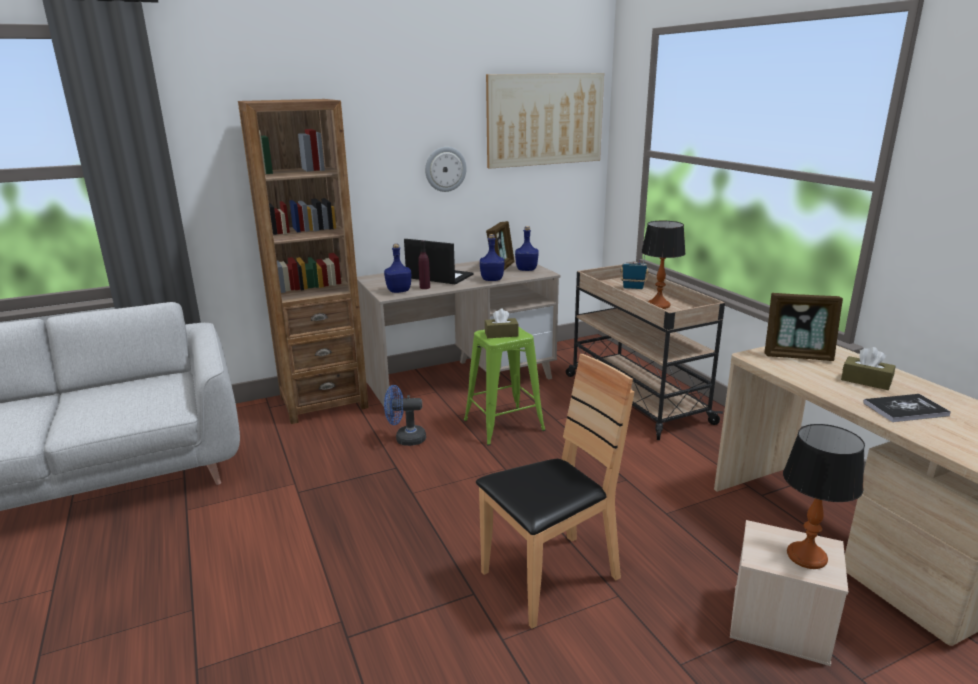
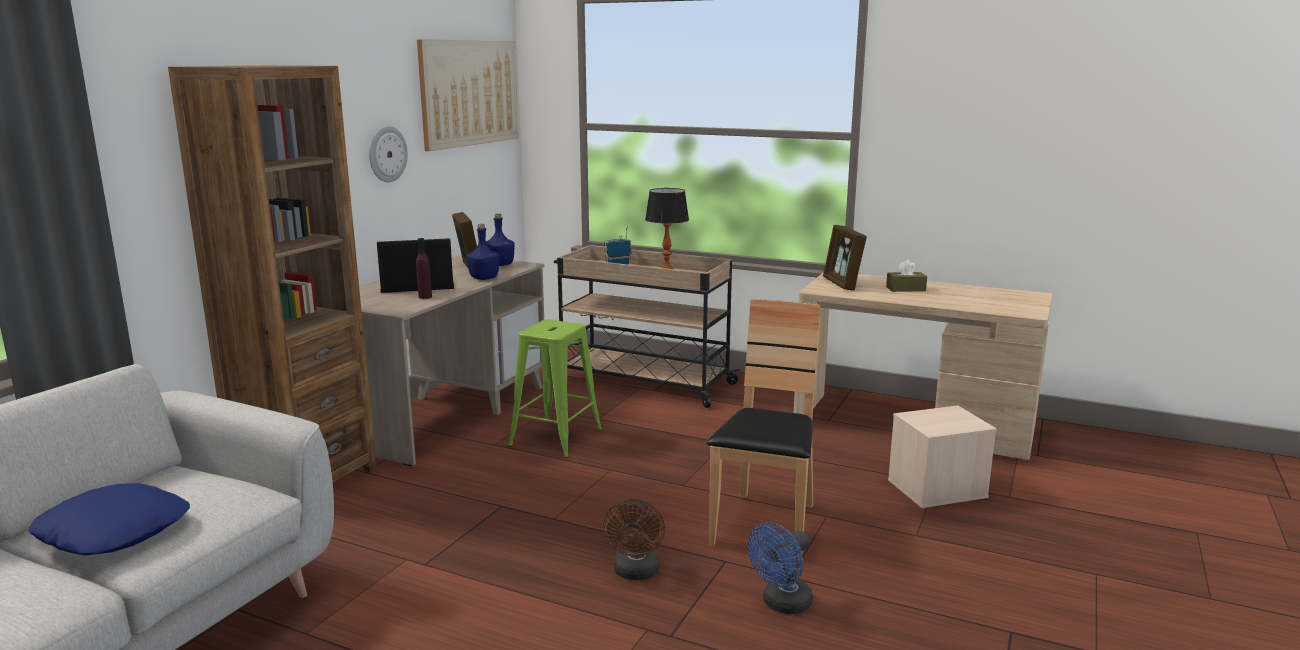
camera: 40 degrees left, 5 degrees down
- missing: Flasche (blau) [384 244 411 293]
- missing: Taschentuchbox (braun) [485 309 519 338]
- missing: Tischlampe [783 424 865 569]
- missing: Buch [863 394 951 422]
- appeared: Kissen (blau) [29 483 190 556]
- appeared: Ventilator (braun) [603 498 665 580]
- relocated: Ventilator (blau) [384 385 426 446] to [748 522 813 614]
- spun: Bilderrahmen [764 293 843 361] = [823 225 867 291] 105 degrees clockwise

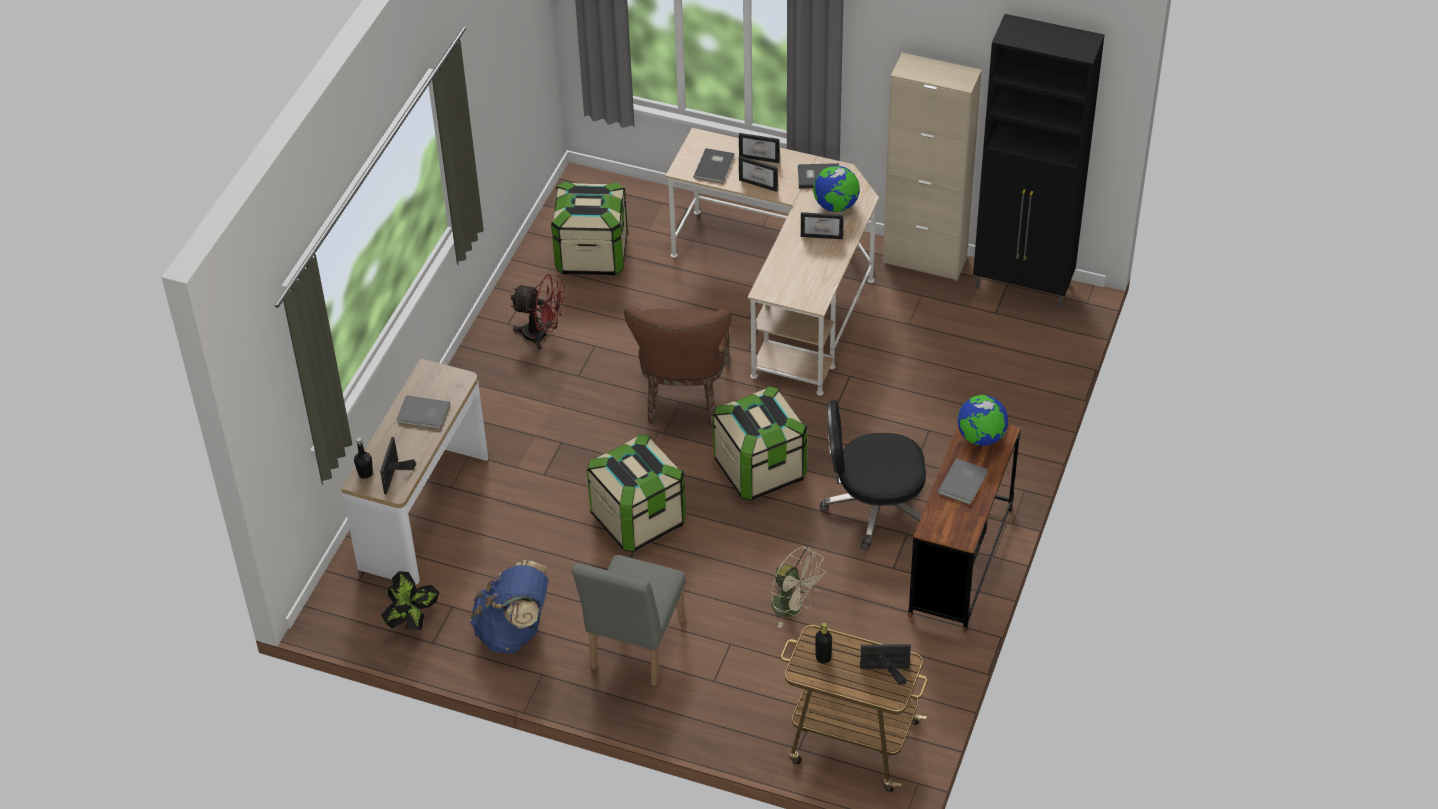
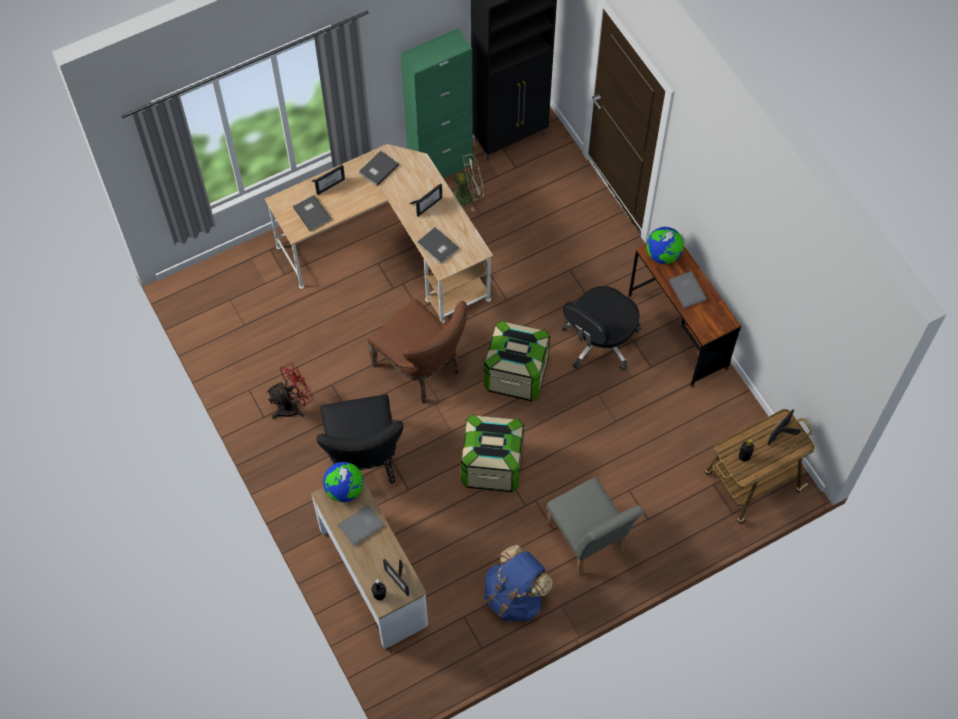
camera: 50 degrees left, 15 degrees up
- missing: Topfpflanze [381 571 439 630]
- missing: Aufbewahrungsbox [551 181 628 276]
- missing: Bilderrahmen [739 156 778 192]
- appeared: Stuhl (schwarz) [316 394 403 484]
- appeared: Buch (grau) [417 227 459 264]
- relocated: Ventilator (beige) [771 546 826 628] to [451 154 484 211]
- relocated: Globus [813 166 860 212] to [323 462 363 502]
- colour: Schrank (beige) [883 53 982 281] to Schrank (grün) [401 28 473 178]

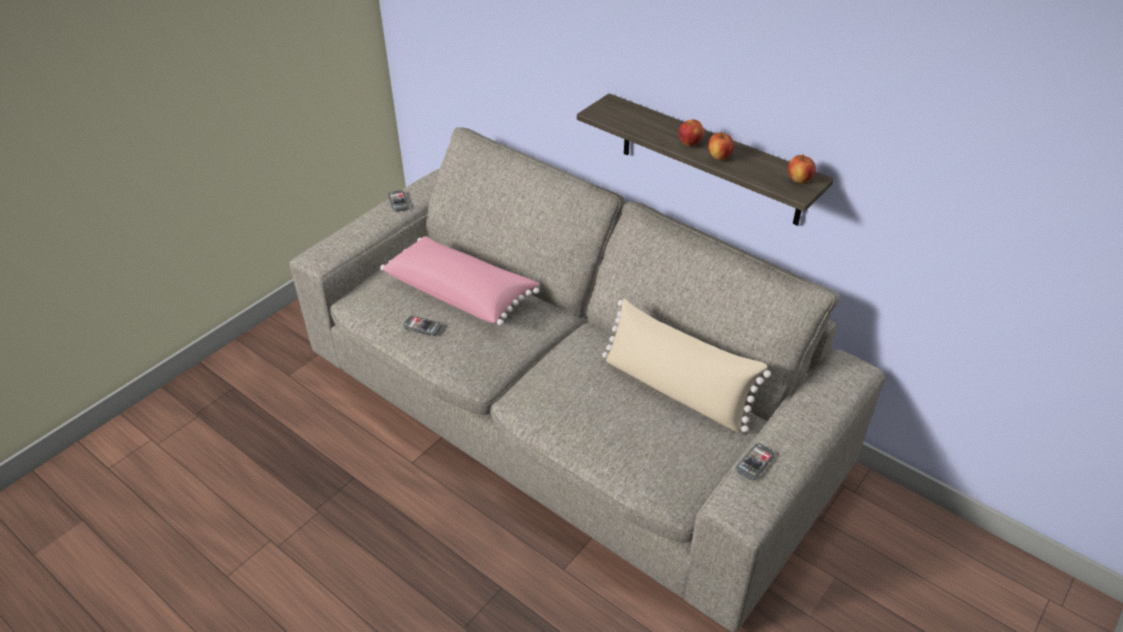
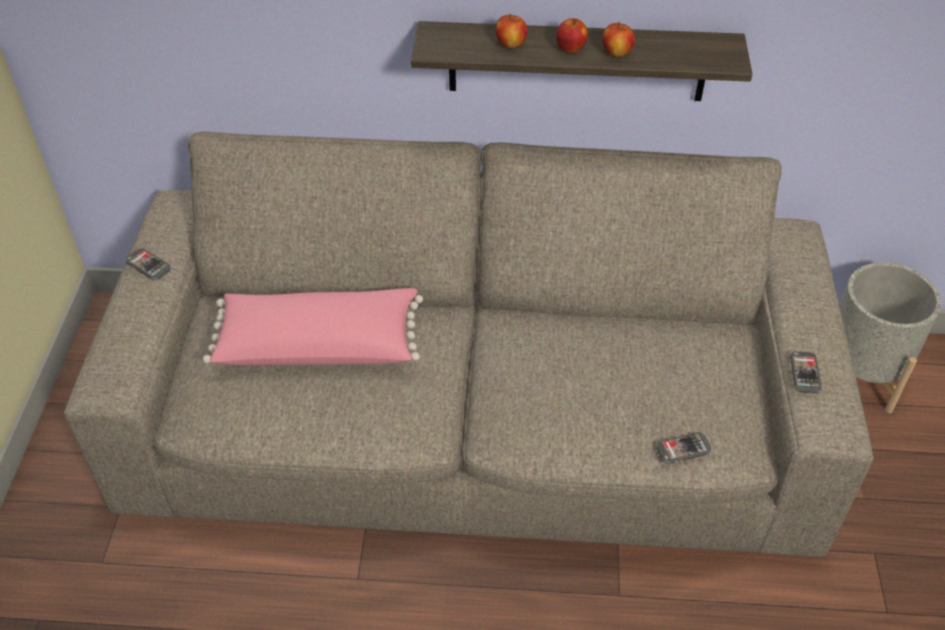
camera: 35 degrees left, 5 degrees up
- missing: Kissen (beige) [602 299 771 433]
- appeared: Pflanzkübel (grau) [839 262 941 413]
- relocated: Handy [403 316 442 336] to [656 432 711 464]
- relocated: Apfel [788 154 816 183] to [496 14 527 48]

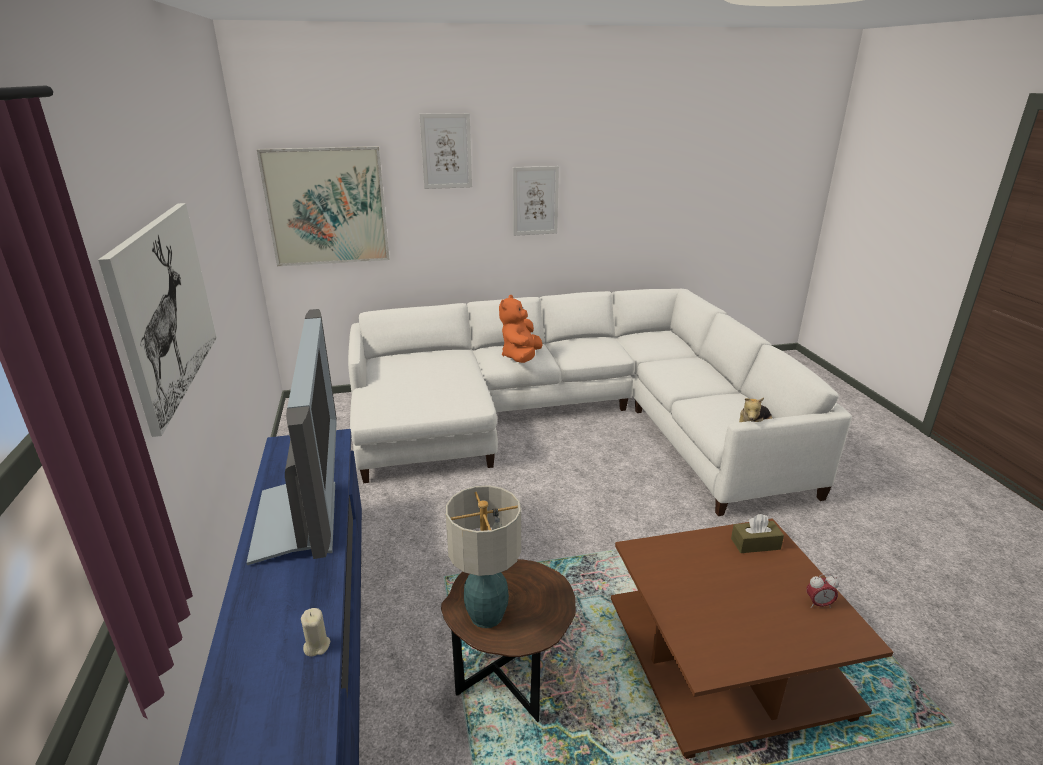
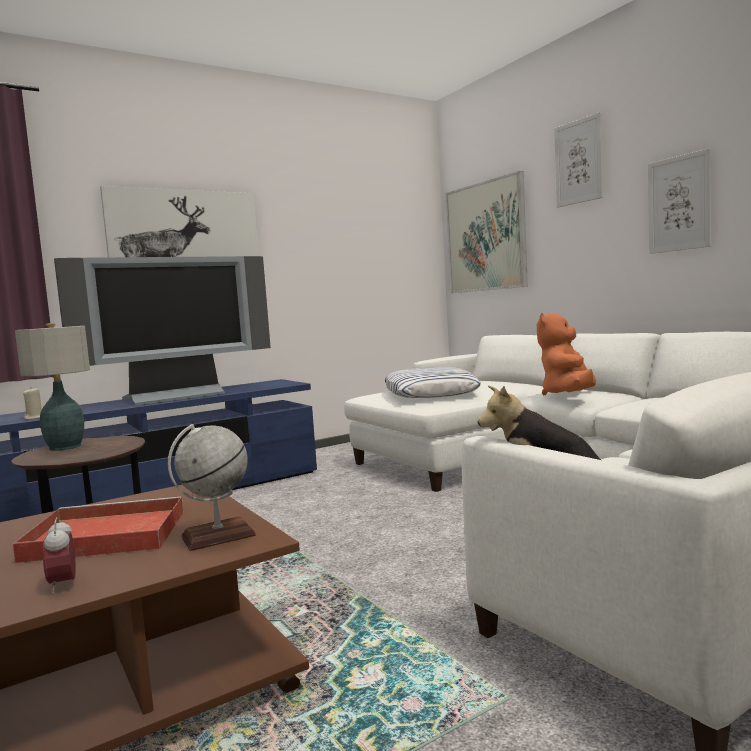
camera: 70 degrees right, 20 degrees down
- appeared: Tablett (rot) [13 497 184 563]
- appeared: Kissen [385 367 481 398]
- exchanged: Taschentuchbox (braun) [731 514 784 553] to Globus [168 424 256 551]
- spun: Plüschtier (orange) [499 295 543 363] = [537 313 596 396] 60 degrees counterclockwise

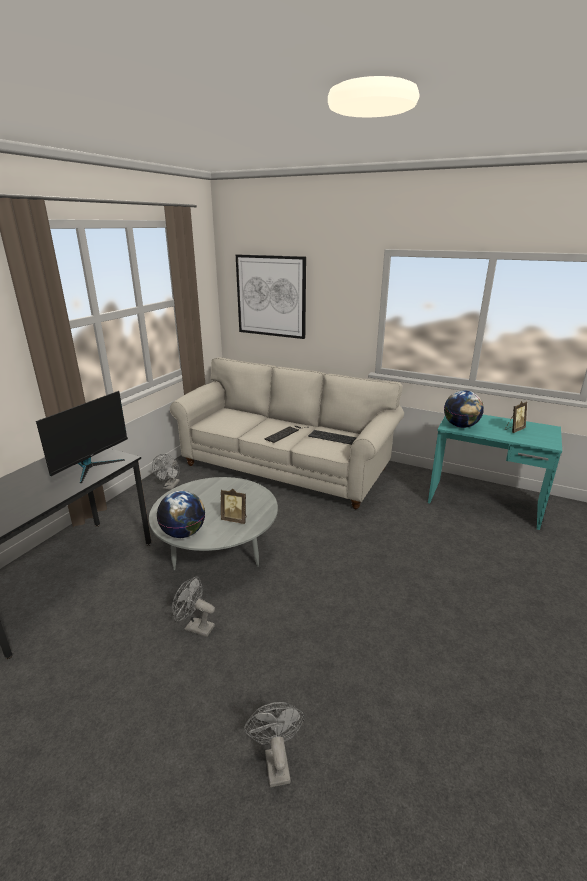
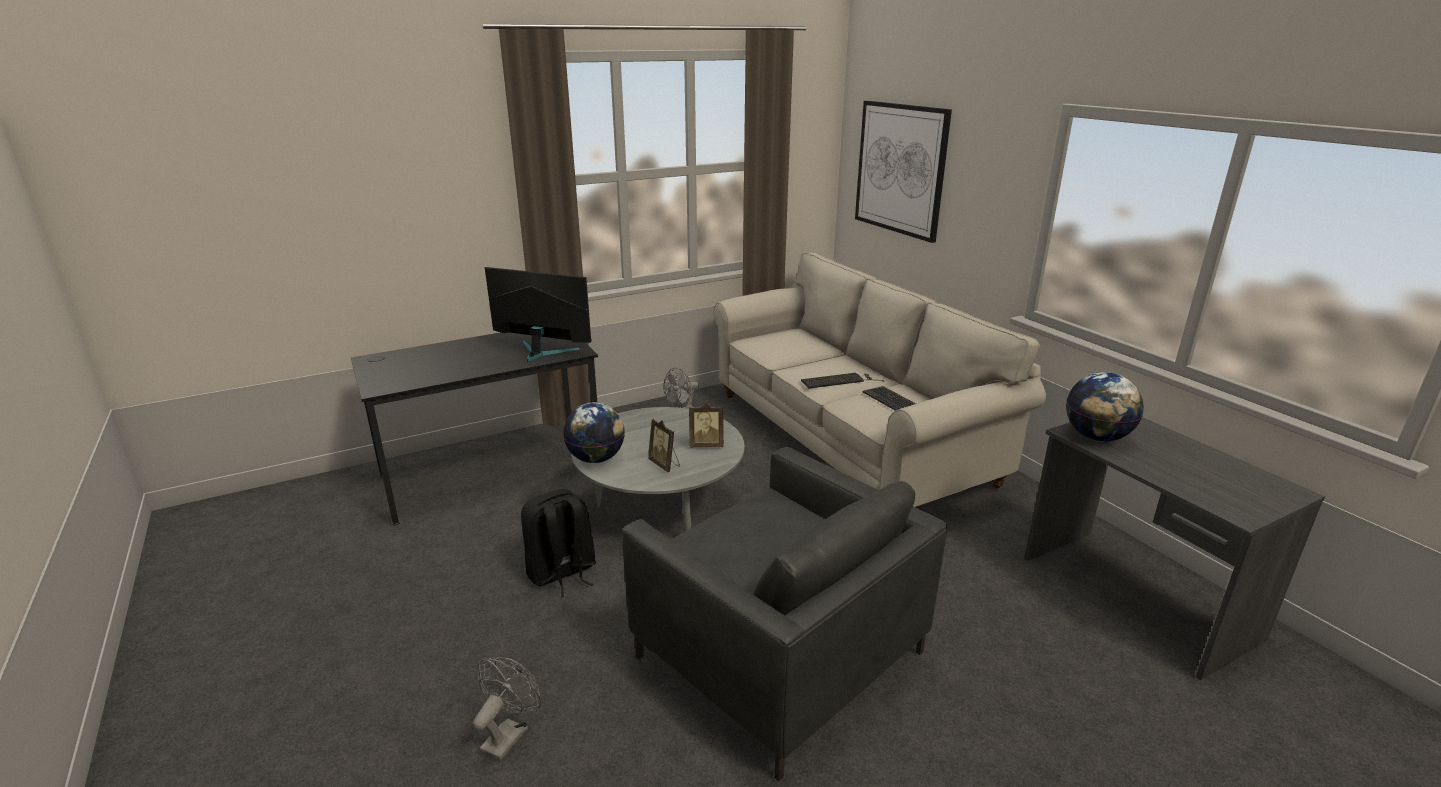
camera: 35 degrees right, 0 degrees up
- appeared: Sessel (grau) [622 447 948 782]
- relocated: Bilderrahmen [505 401 527 433] to [689 403 724 448]
- exchanged: Ventilator (grau) [172 577 215 637] to Rucksack (schwarz) [521 489 596 597]
- colour: Schreibtisch (türkis) [428 415 562 530] to Schreibtisch (grau) [1024 417 1325 680]
- spun: Monitor [36 391 128 483] = [485 267 592 362] 135 degrees counterclockwise

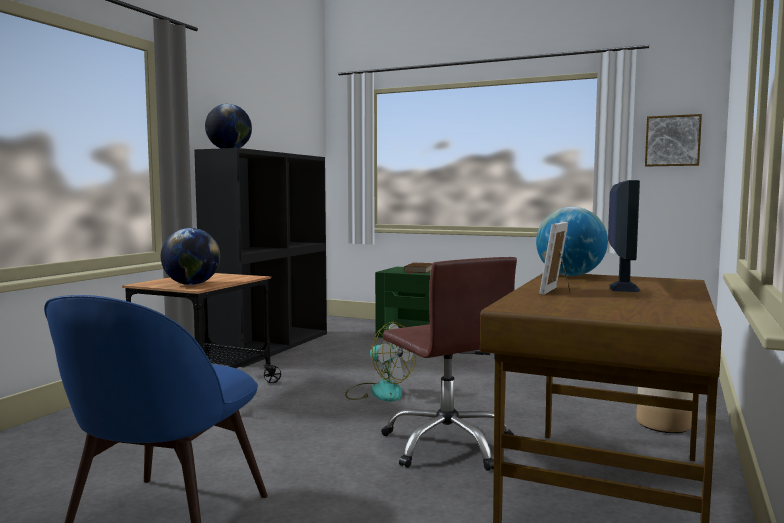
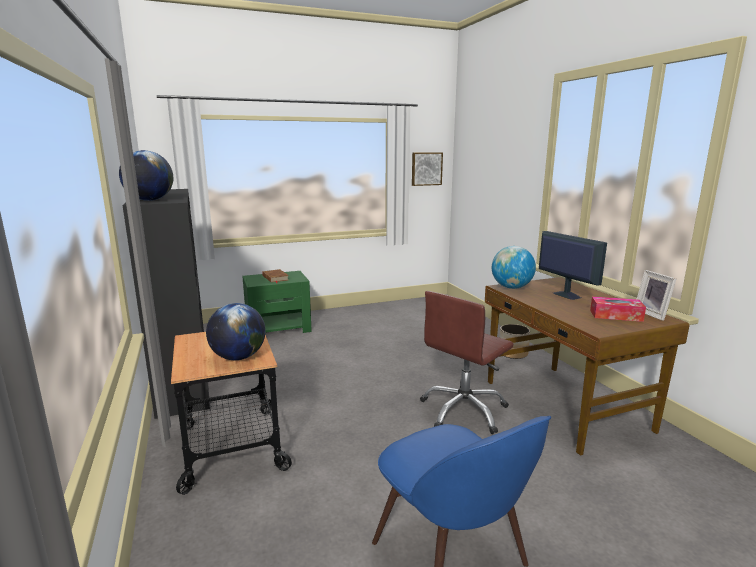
camera: 45 degrees left, 10 degrees up
- missing: Ventilator [345 322 416 402]
- appeared: Taschentuchbox [590 297 646 322]
- relocated: Bilderrahmen [539 222 571 295] to [637 270 676 321]
- spun: Bürostuhl (braun) [381 257 517 471] = [420 291 513 434] 120 degrees clockwise

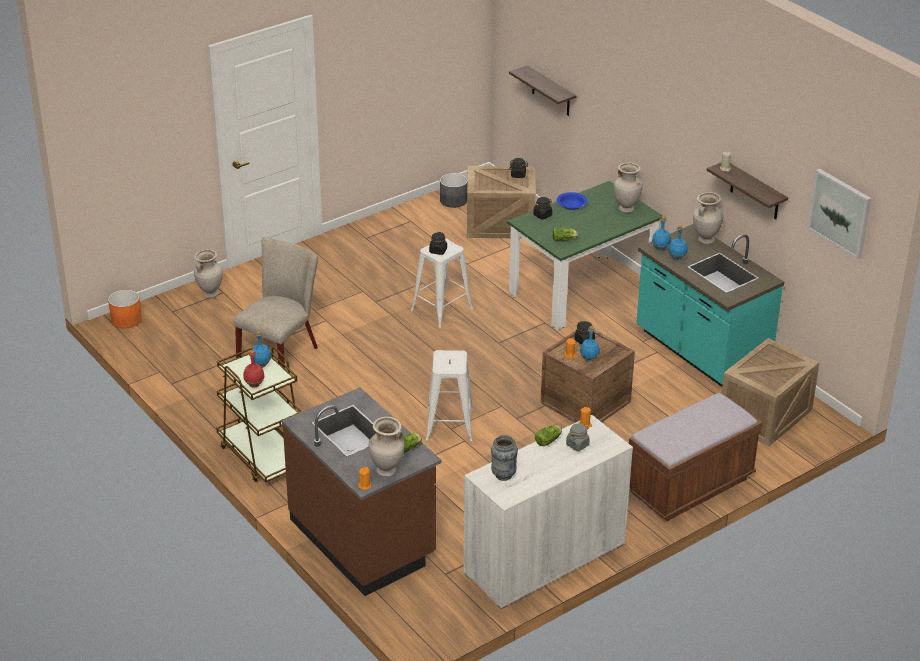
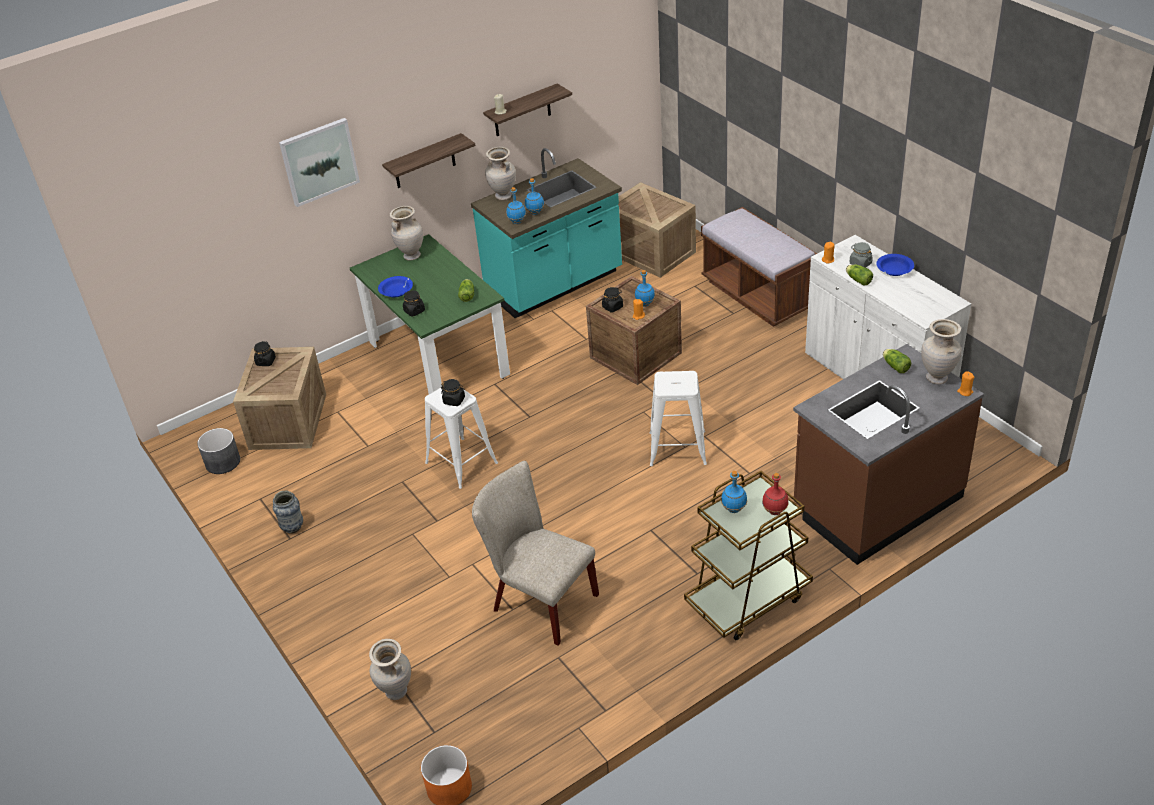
camera: 85 degrees left, 5 degrees up
- appeared: Schüssel (blau) [876 254 914 276]
- relocated: Vase [491 435 518 481] to [273 490 303 533]
- relocated: Wandregal [509 65 577 116] to [382 133 476 188]
- relocated: Bild [807 169 871 259] to [279 118 360 207]

